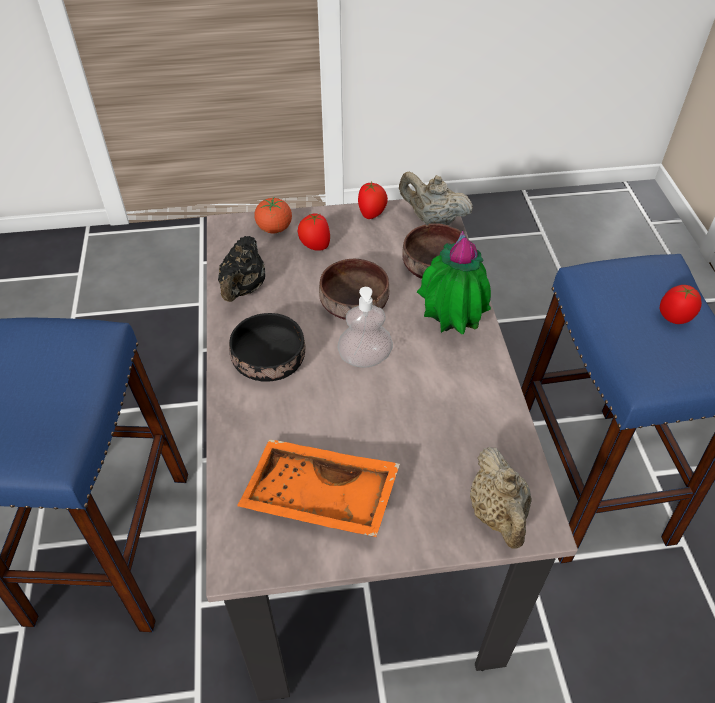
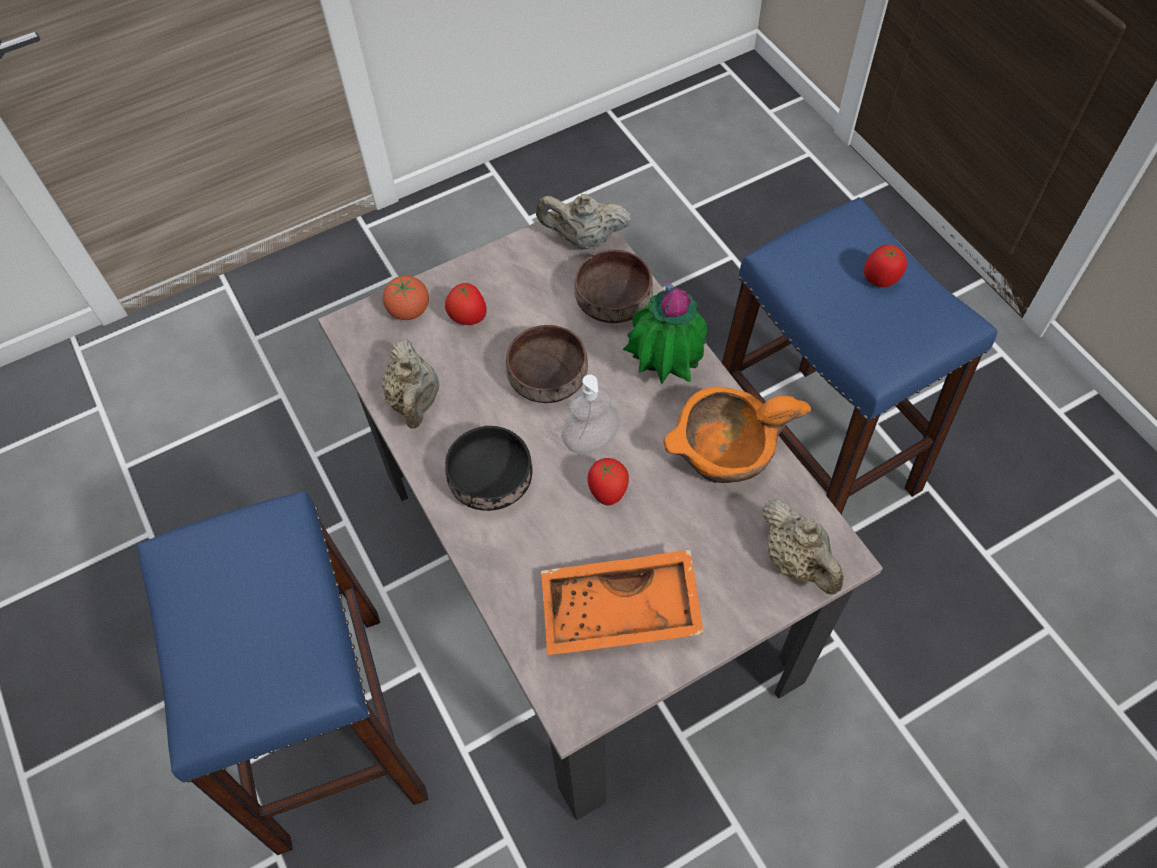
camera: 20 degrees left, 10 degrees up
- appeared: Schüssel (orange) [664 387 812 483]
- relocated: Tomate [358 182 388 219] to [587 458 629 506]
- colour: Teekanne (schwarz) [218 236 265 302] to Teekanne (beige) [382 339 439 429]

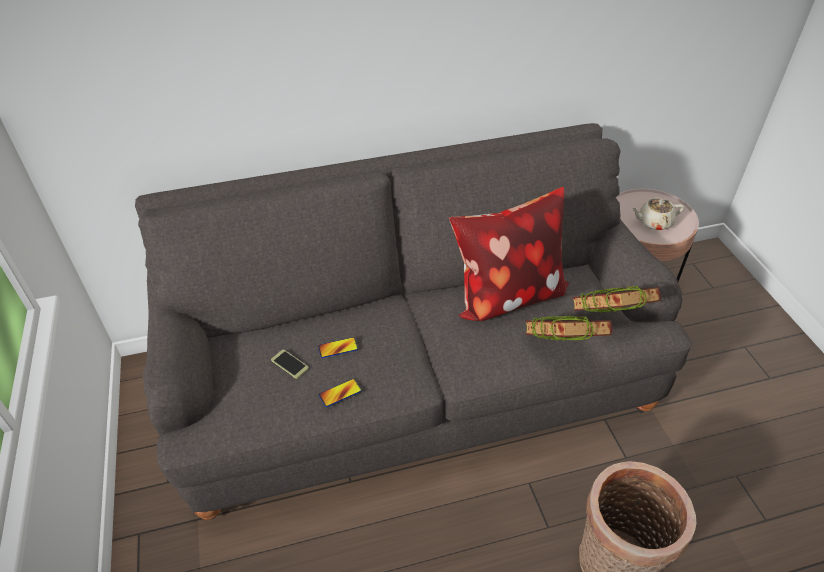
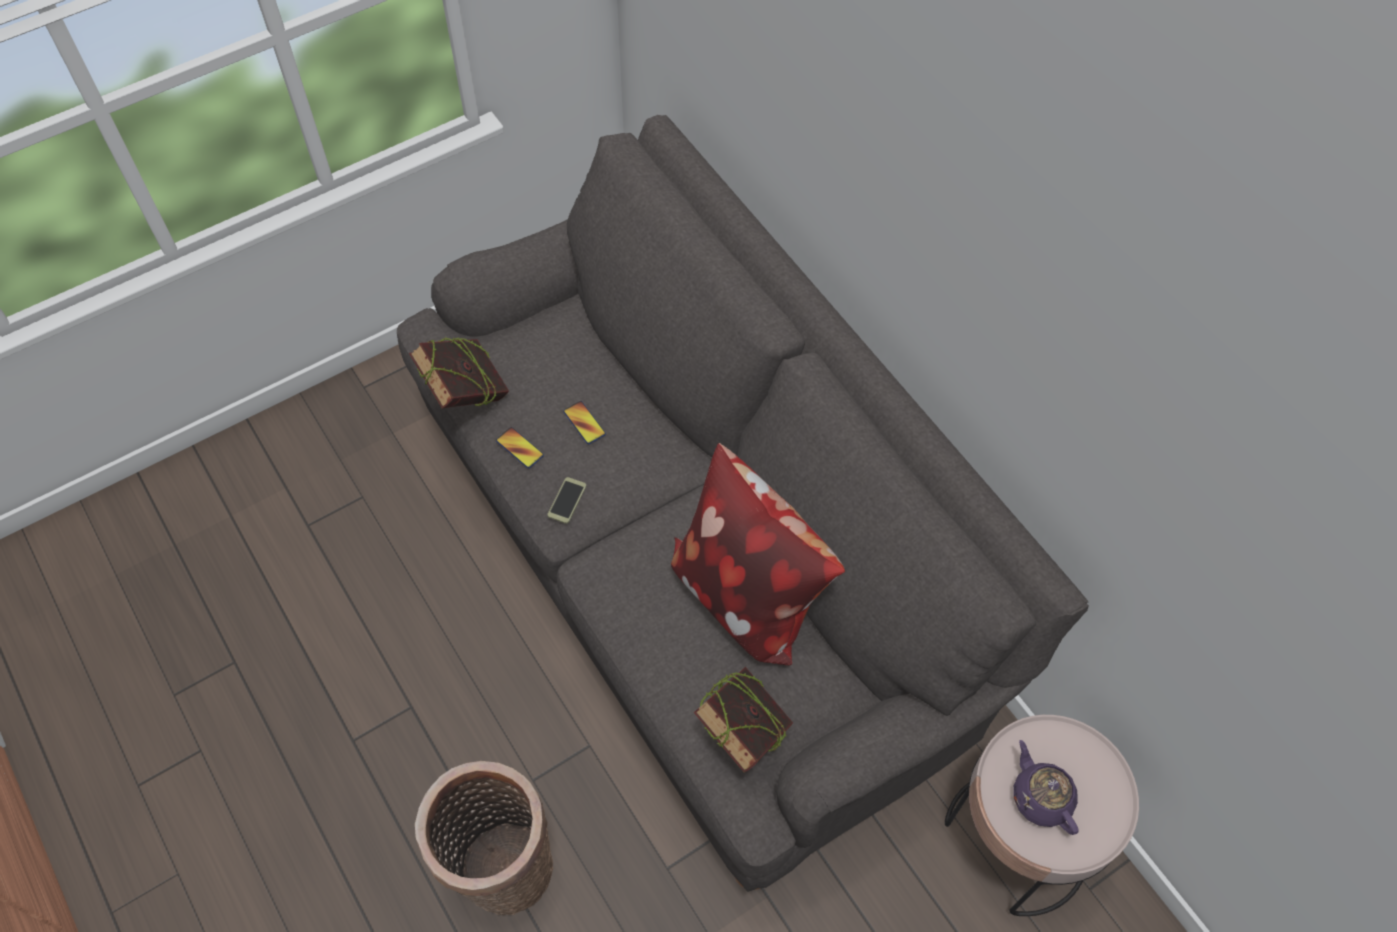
camera: 70 degrees right, 15 degrees up
- relocated: Handy [271 350 309 379] to [547 477 586 524]
- relocated: Buch [525 316 612 341] to [409 337 509 408]
- colour: Teekanne (beige) [631 198 684 230] to Teekanne (lila) [1014 740 1079 835]

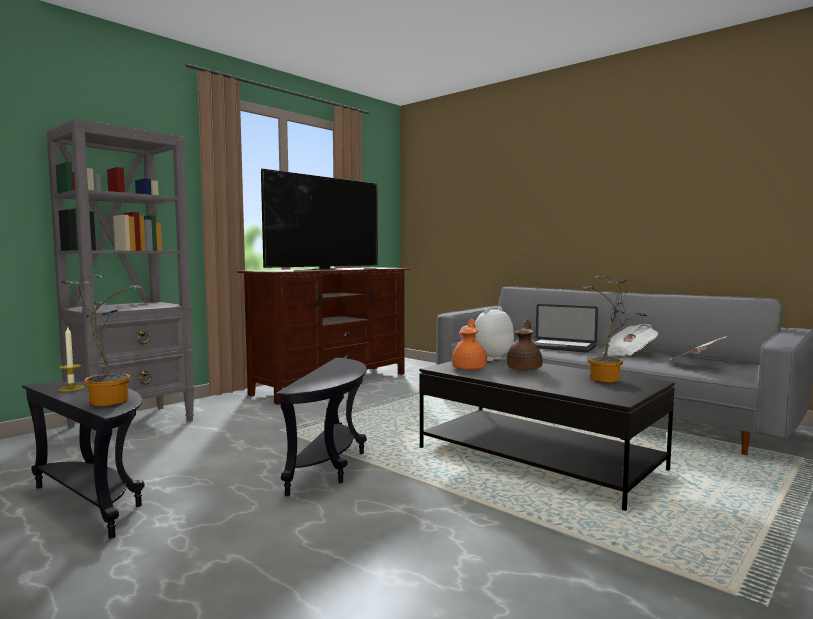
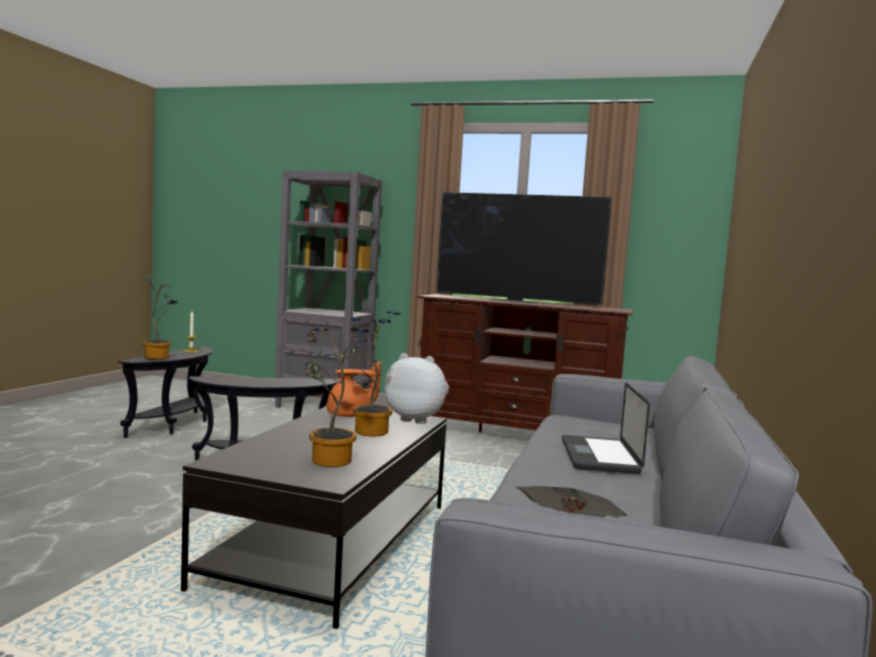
camera: 65 degrees right, 0 degrees up
- missing: Zeitung [603 324 658 356]
- exchanged: Teekanne (braun) [507 319 543 371] to Topfpflanze [333 312 400 436]

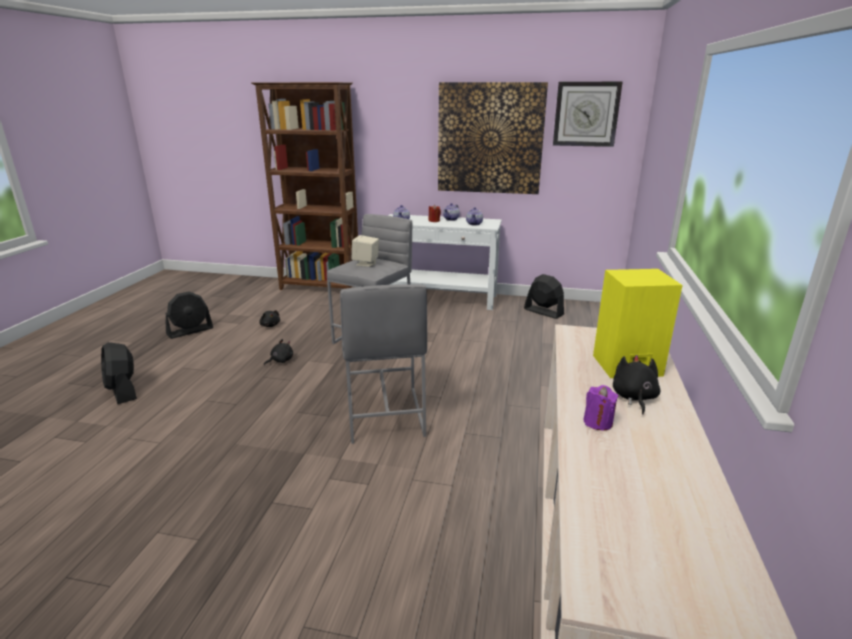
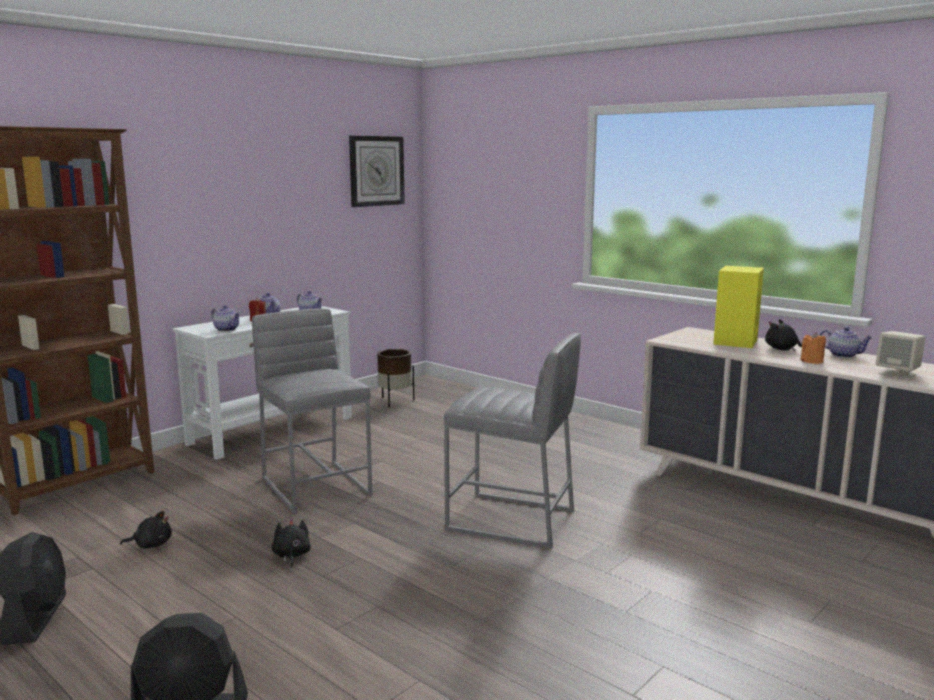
camera: 60 degrees left, 10 degrees down
- missing: Bild [438 82 548 194]
- appeared: Teekanne [819 327 873 358]
- relocated: Lautsprecher (beige) [352 235 379 267] to [876 331 926 380]
- exchanged: Ventilator (schwarz) [524 274 564 319] to Pflanzkübel (braun) [377 349 414 408]
- colour: Kerze (lila) [583 385 619 431] to Kerze (orange) [800 332 826 364]

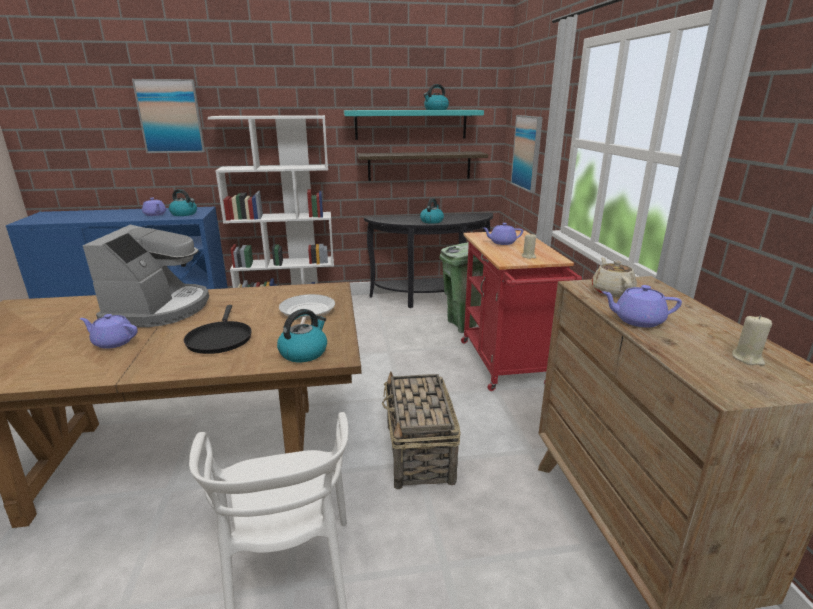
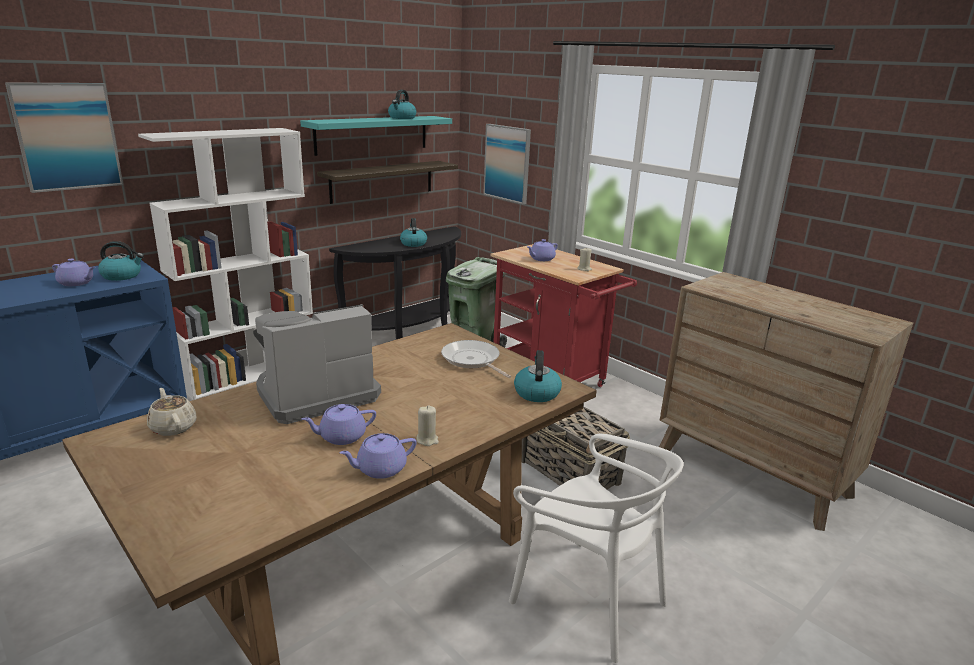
camera: 35 degrees left, 0 degrees up
- missing: Pfanne (schwarz) [184 305 252 354]
- relocated: Teekanne (beige) [592 257 637 297] to [147 388 196 436]
- relocated: Teekanne (lila) [602 285 682 328] to [339 433 417 479]
- relocated: Kerze (beige) [732 315 772 366] to [416 405 439 446]
- spun: Kaffeemaschine [83 225 209 327] = [253 304 381 424] 90 degrees counterclockwise

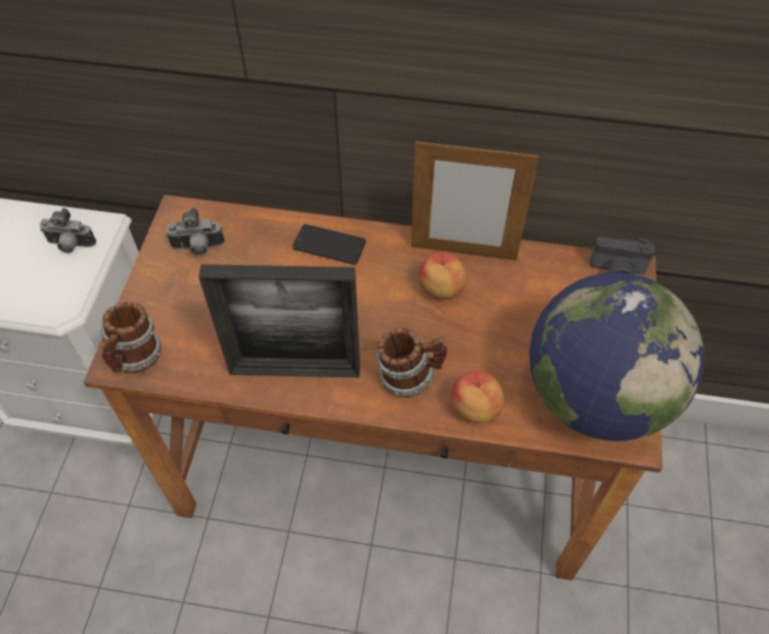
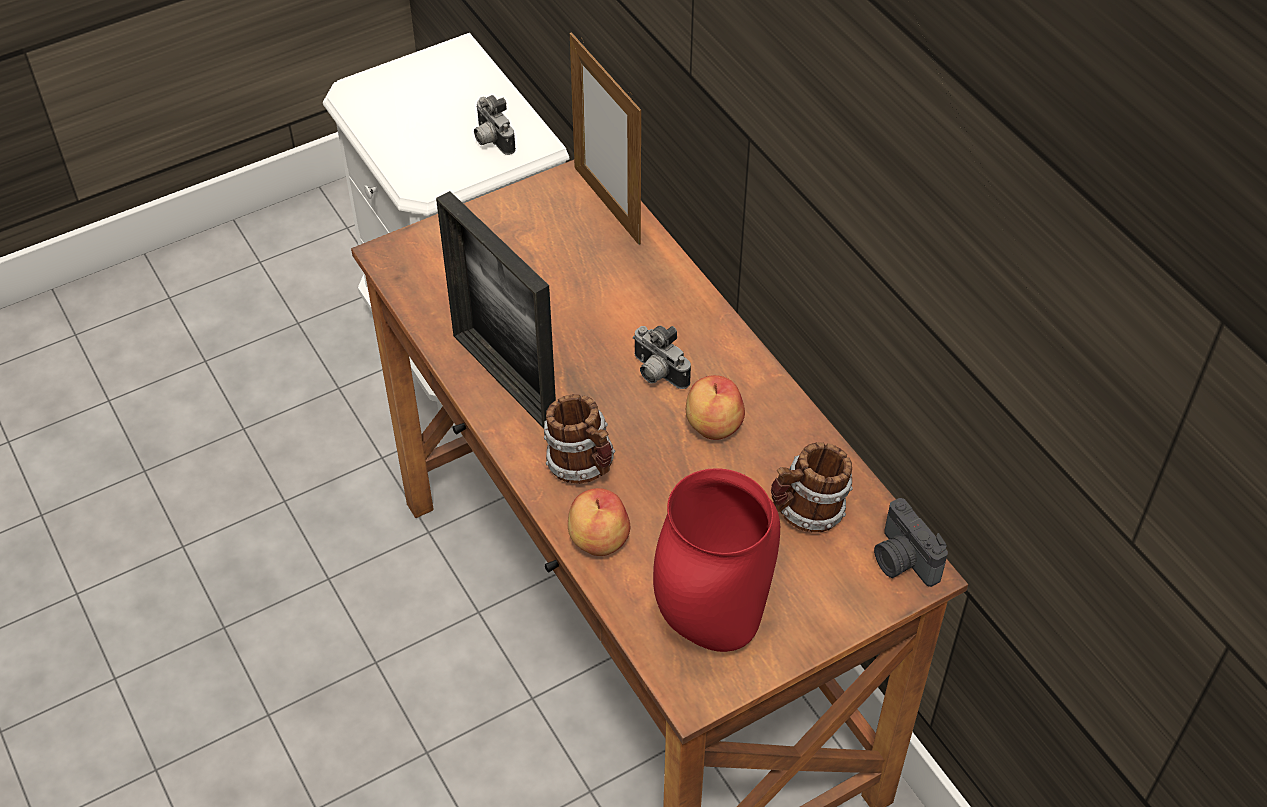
camera: 50 degrees right, 5 degrees down
- missing: Handy [292 224 366 265]
- relocated: Henkelbecher [99 302 161 373] to [771 442 853 533]
- relocated: Kamera [166 208 225 255] to [633 326 691 389]
- relocated: Bilderrahmen [411 139 539 261] to [570 32 641 245]
- exchanged: Globus [529 272 704 441] to Vase (rot) [653 468 780 652]

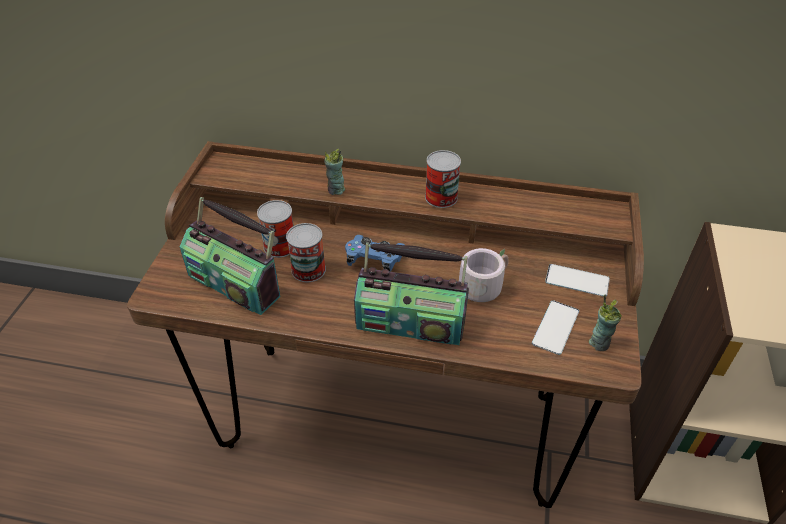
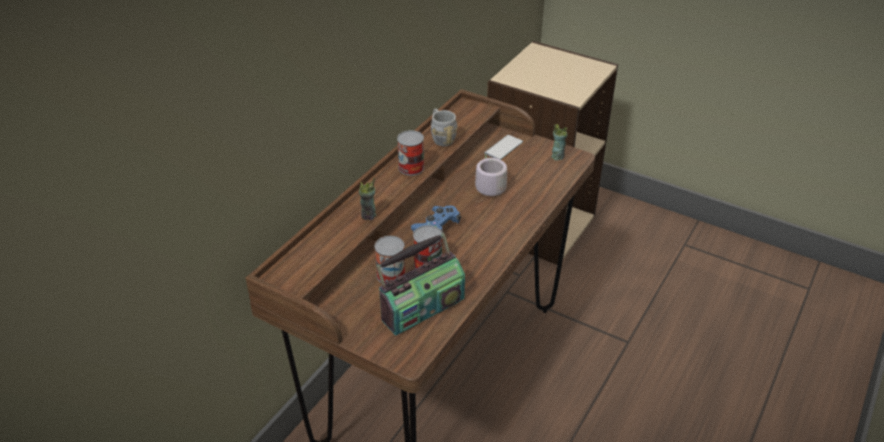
camera: 70 degrees left, 5 degrees down
- missing: Radio [354 242 469 345]
- missing: Handy [532 300 579 355]
- appeared: Henkelbecher (grau) [431 108 457 146]

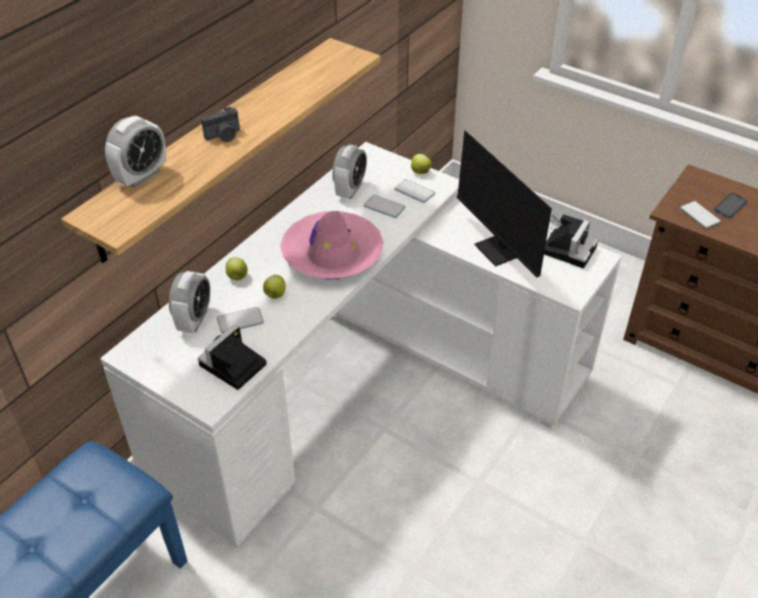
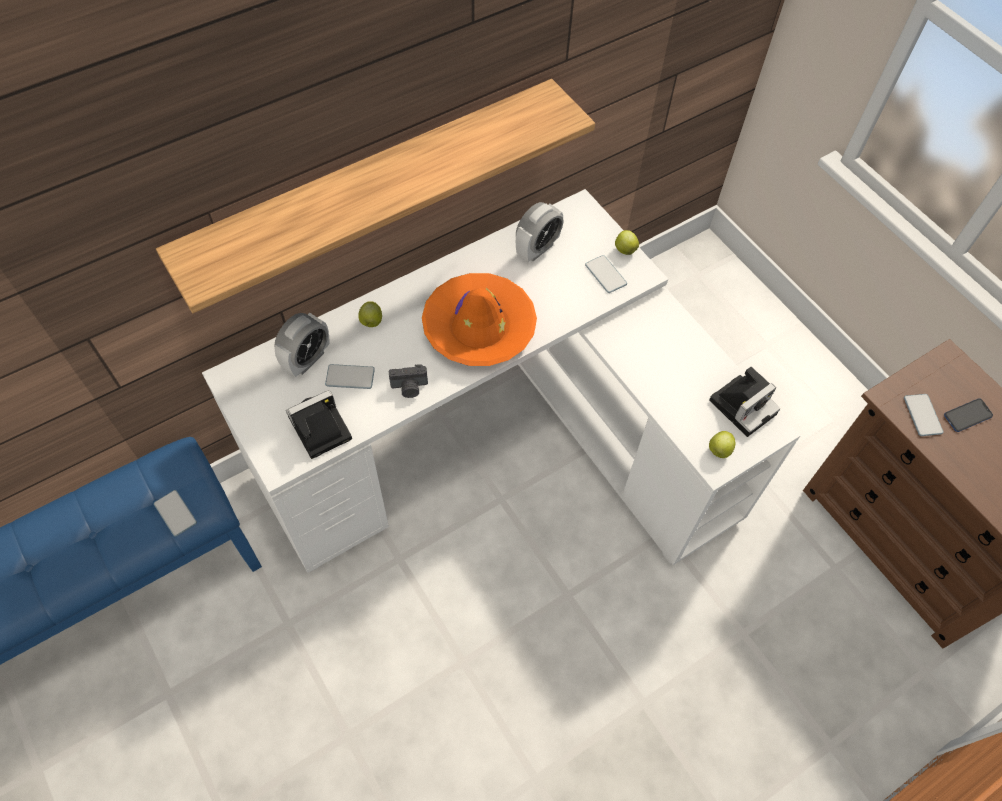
camera: 20 degrees right, 15 degrees up
- missing: Wecker [105 116 166 188]
- missing: Monitor [457 130 578 278]
- relocated: Kamera [201 107 240 142] to [389 365 428 398]
- relocated: Apfel [263 275 286 299] to [709 431 735 458]
- relocated: Handy [364 195 405 218] to [154 490 197 537]
- colour: Hut (rosa) [280 211 383 280] to Hut (orange) [422 273 537 366]

